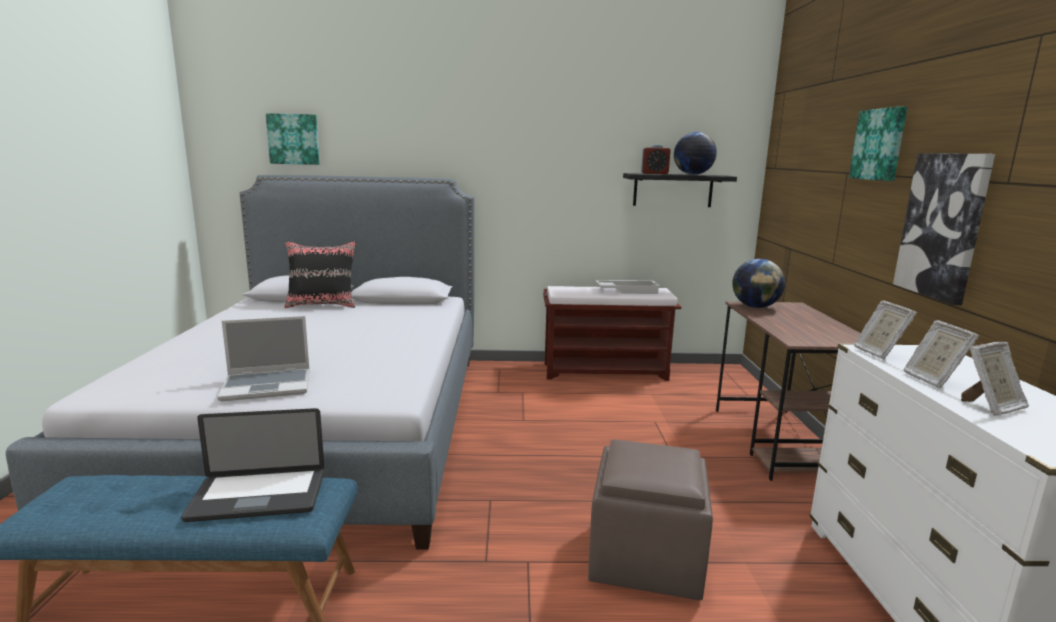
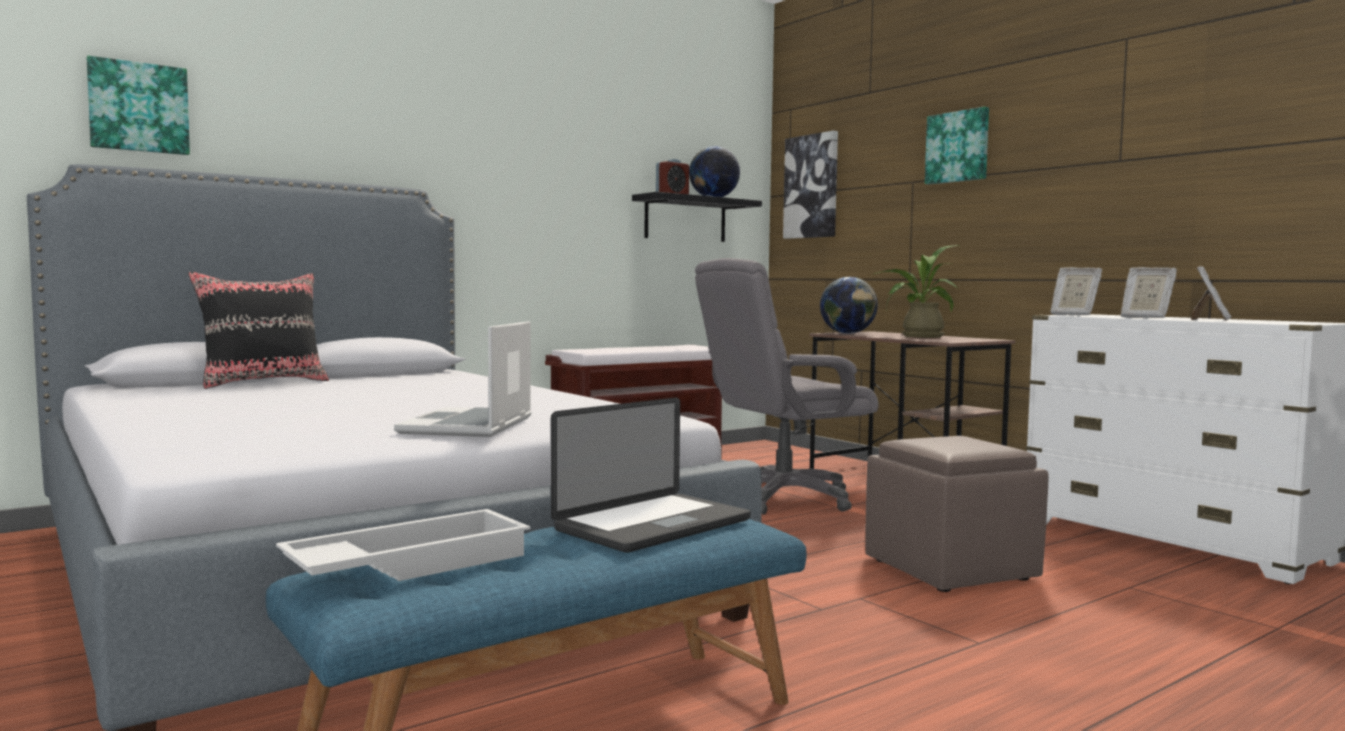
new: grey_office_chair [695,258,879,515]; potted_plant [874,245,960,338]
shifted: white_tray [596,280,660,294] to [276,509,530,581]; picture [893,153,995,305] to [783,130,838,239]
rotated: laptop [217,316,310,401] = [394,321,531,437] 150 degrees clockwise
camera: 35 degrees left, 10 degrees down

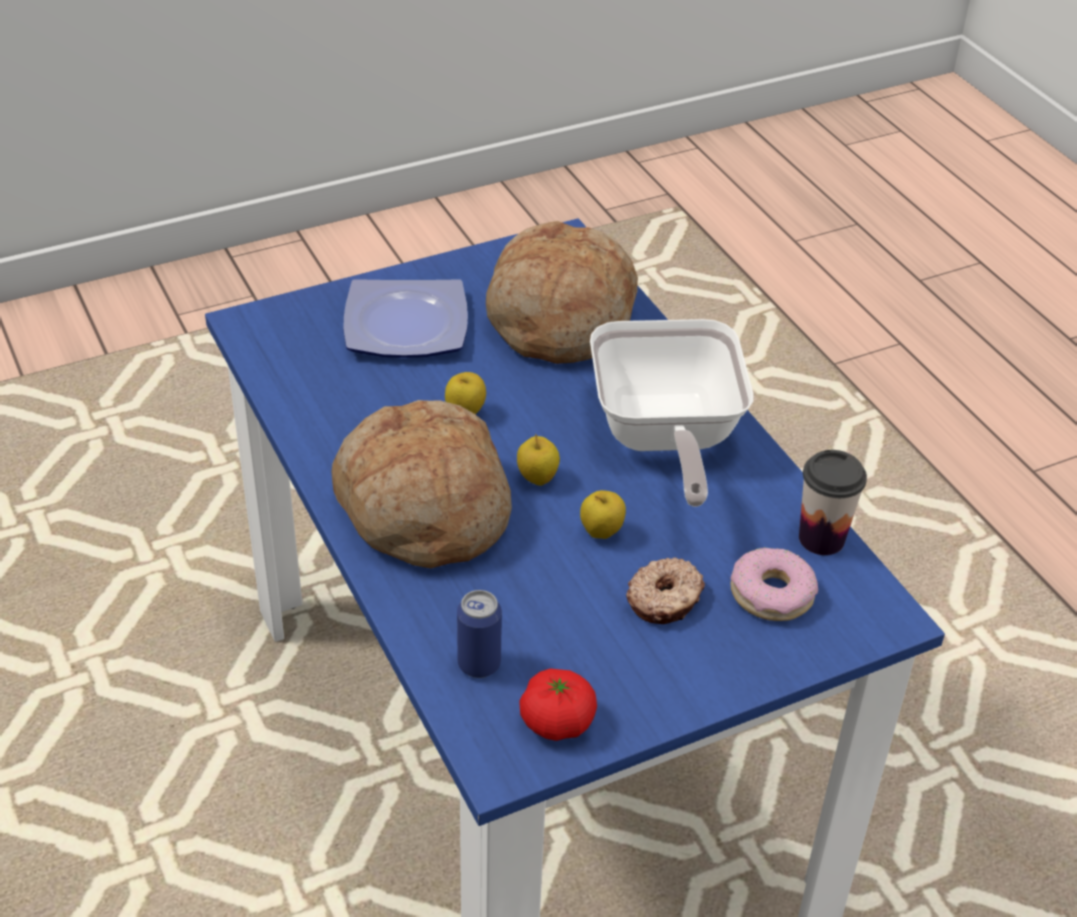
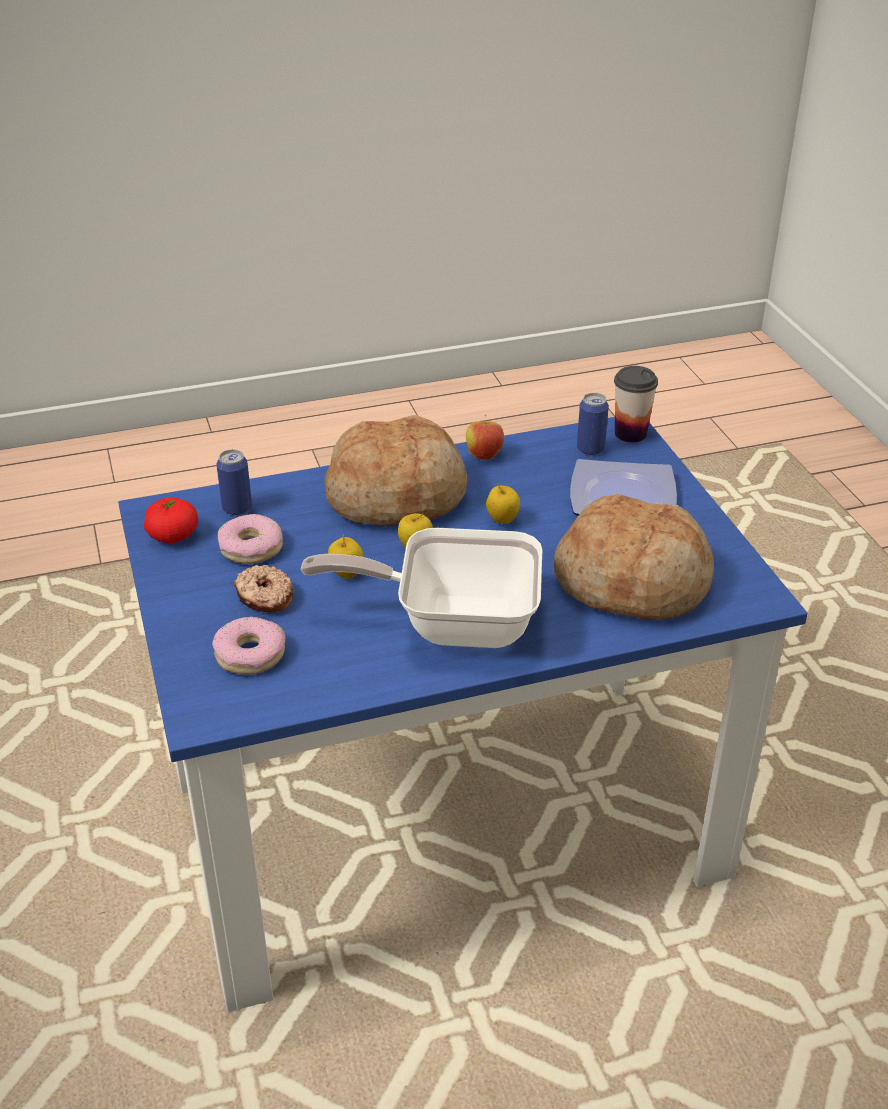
new: donut [218,514,283,564]; apple [466,414,504,461]; can [577,393,609,455]
shifted: cup [799,450,867,555] to [614,366,658,443]
camera: 100 degrees right, 5 degrees down

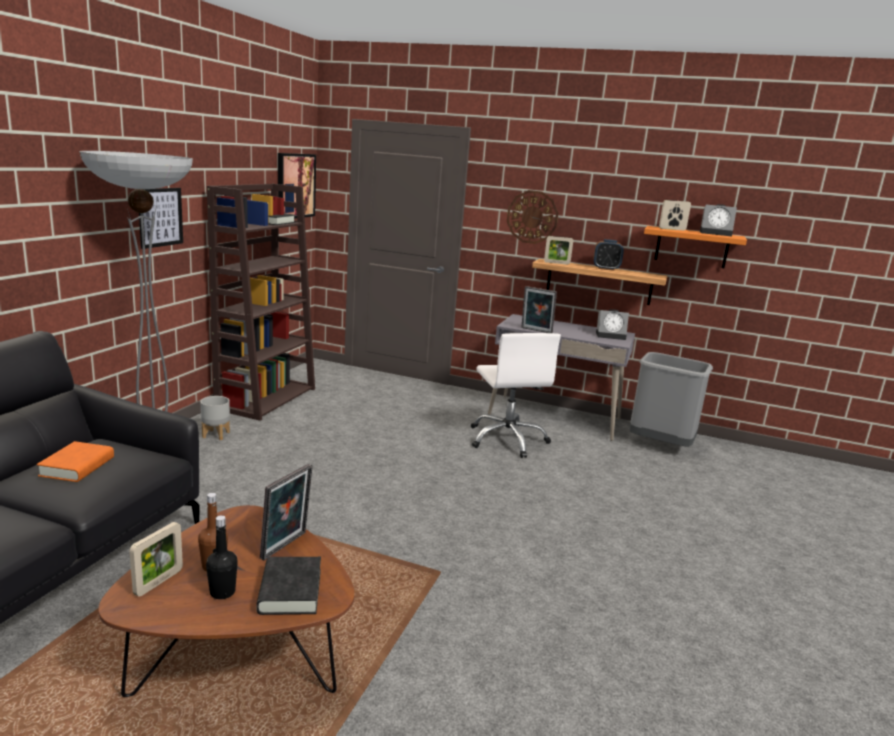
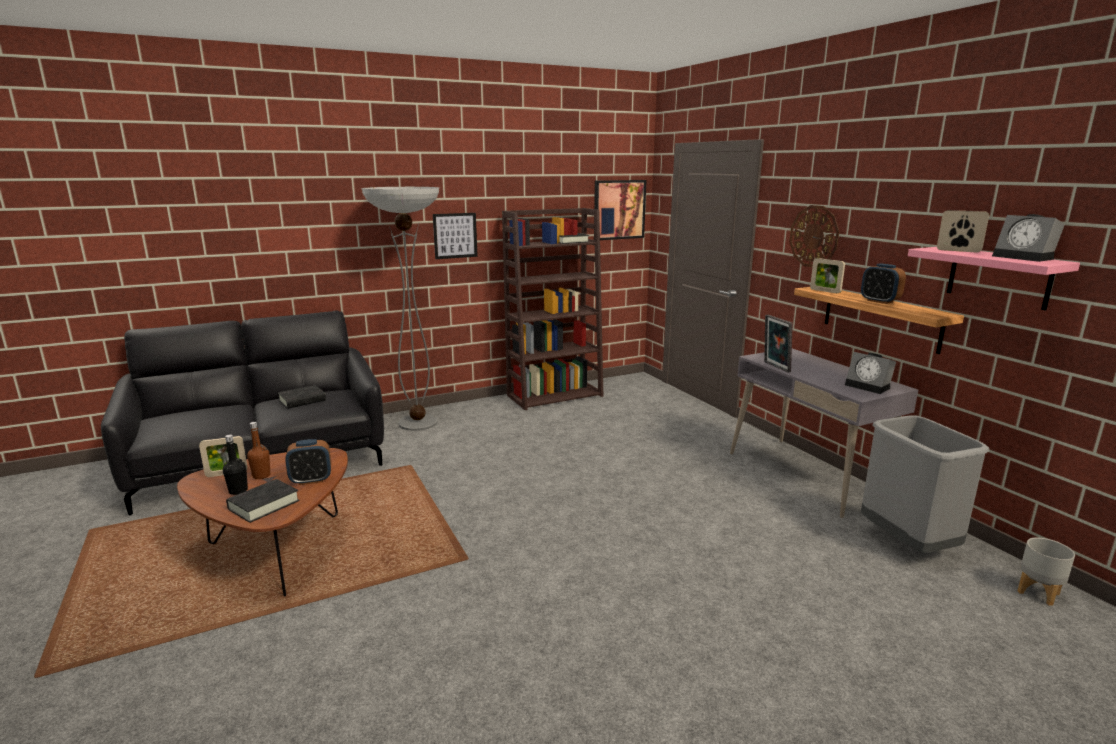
gone: white_office_chair [471,333,561,458]
shifted: grey_planter [200,396,230,440] to [1017,537,1075,606]
swapped: picture_frame [260,464,313,560] to alarm_clock [285,439,331,485]
repainted: orange_book [37,441,114,482] to black_book [278,385,326,409]; orange_shelf [644,226,747,268] to pink_shelf [908,247,1080,310]
camera: 45 degrees right, 0 degrees up

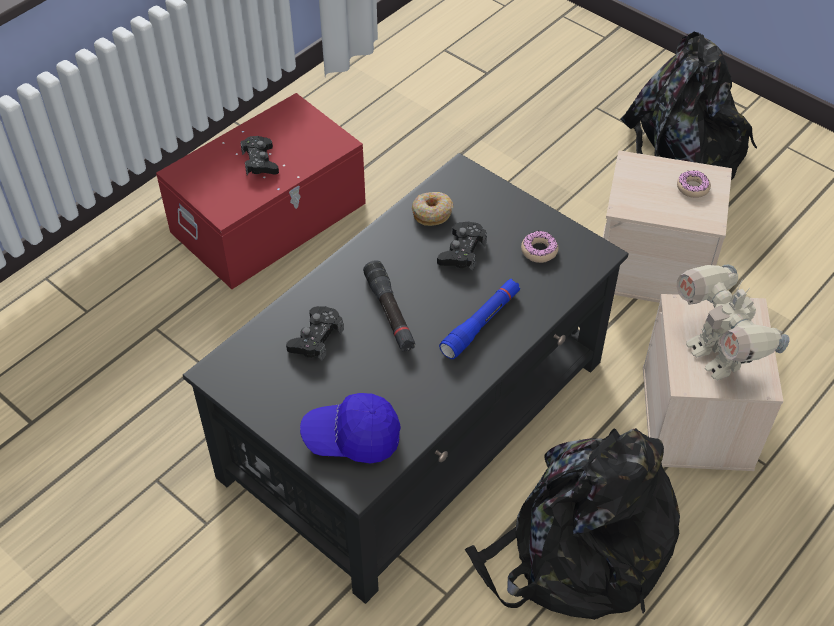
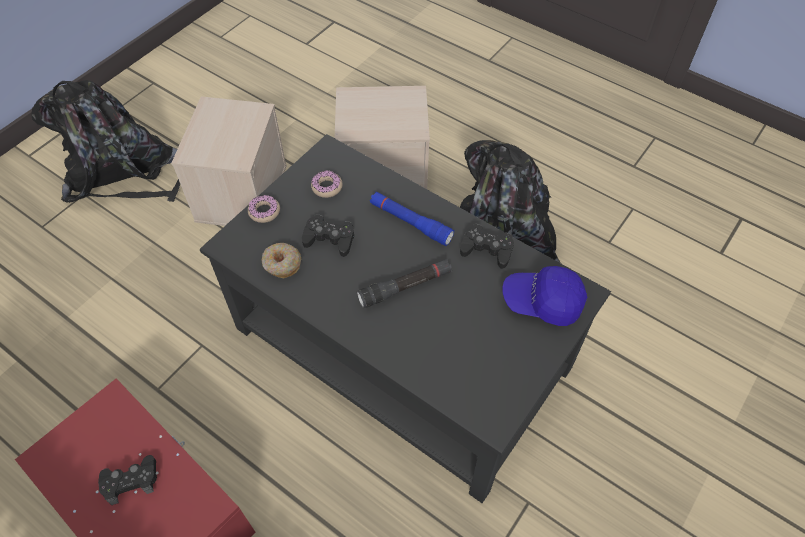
gone: toy_robot [677,264,789,380]
shifted: black_game_controller [286,306,344,361] to [460,224,514,269]; donut [677,170,711,198] to [248,195,280,223]
rotated: blue_cap [300,393,401,463] = [502,266,587,326] 105 degrees clockwise
camera: 95 degrees left, 5 degrees up

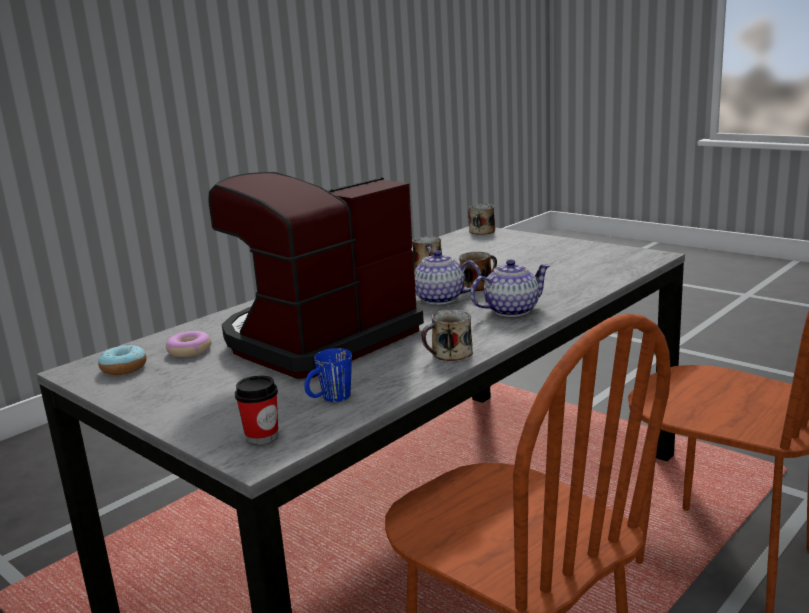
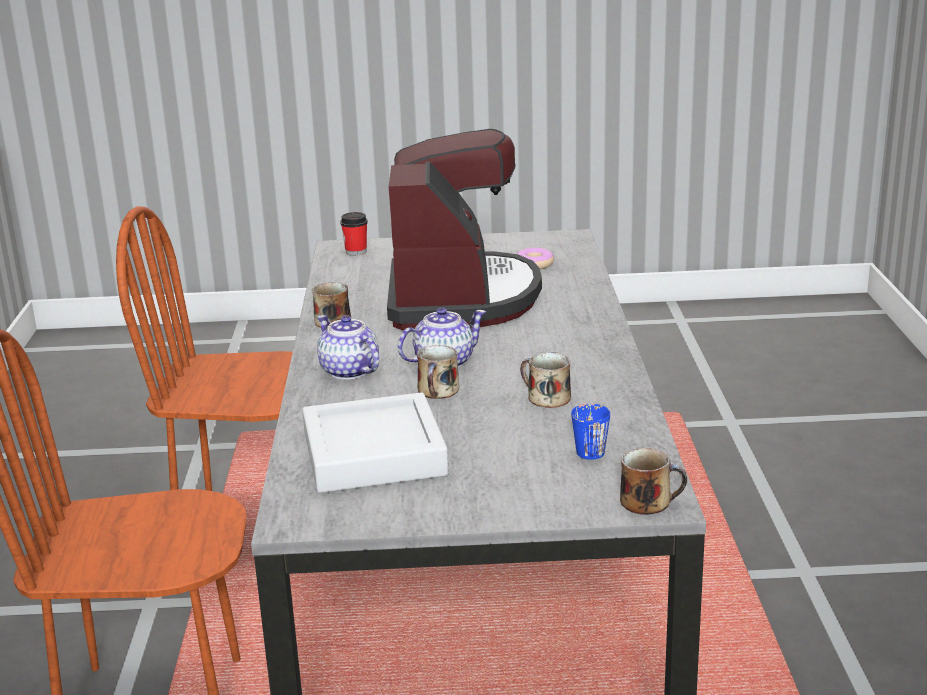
gone: donut [98,345,147,375]
new: grey_tray [302,392,449,493]
shifted: blue_mug [304,348,352,402] to [571,404,610,460]
rotated: teapot [471,259,550,317] = [317,315,379,380] 120 degrees clockwise
camera: 135 degrees right, 5 degrees up

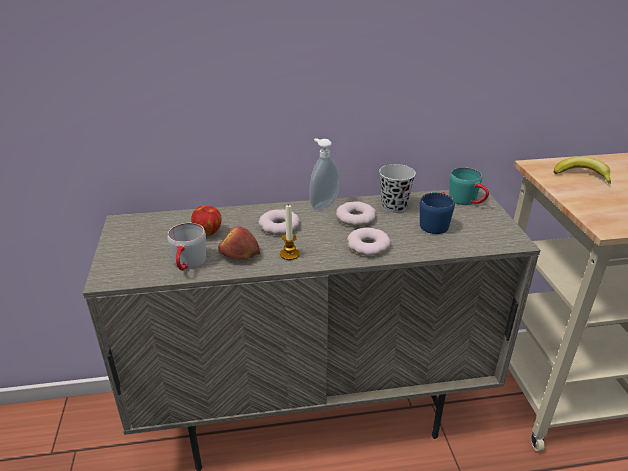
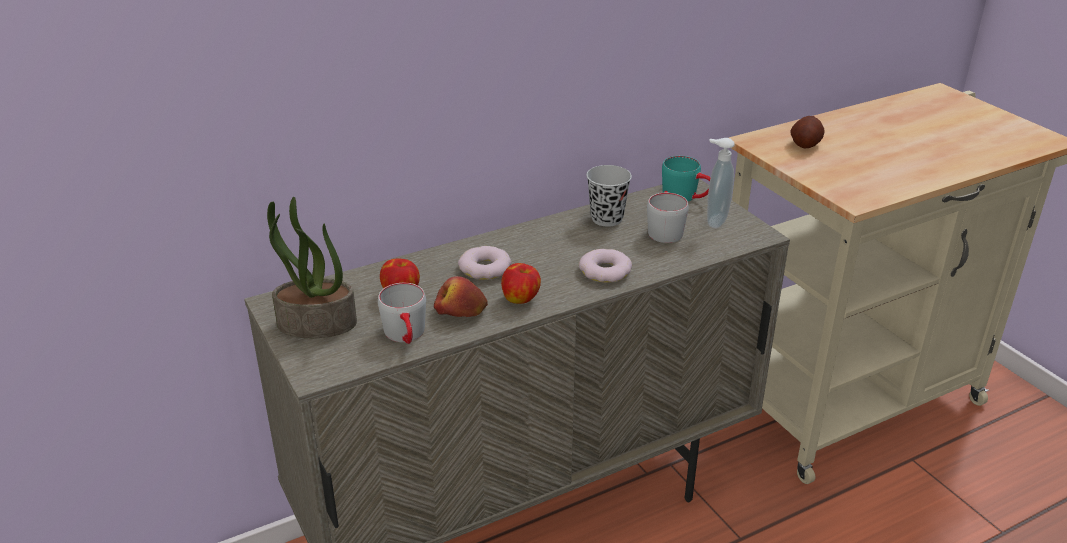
gone: donut [336,201,376,226]
new: potted_plant [267,197,357,338]
shifted: soap_dispenser [309,138,339,211] to [707,138,735,228]
swapped: candle [280,204,300,260] to apple [501,263,541,304]; banana [554,157,611,184] to potato [790,116,825,148]
repainted: blue_mug [420,192,455,234] to grey_mug [647,191,689,243]
camera: 20 degrees left, 0 degrees up

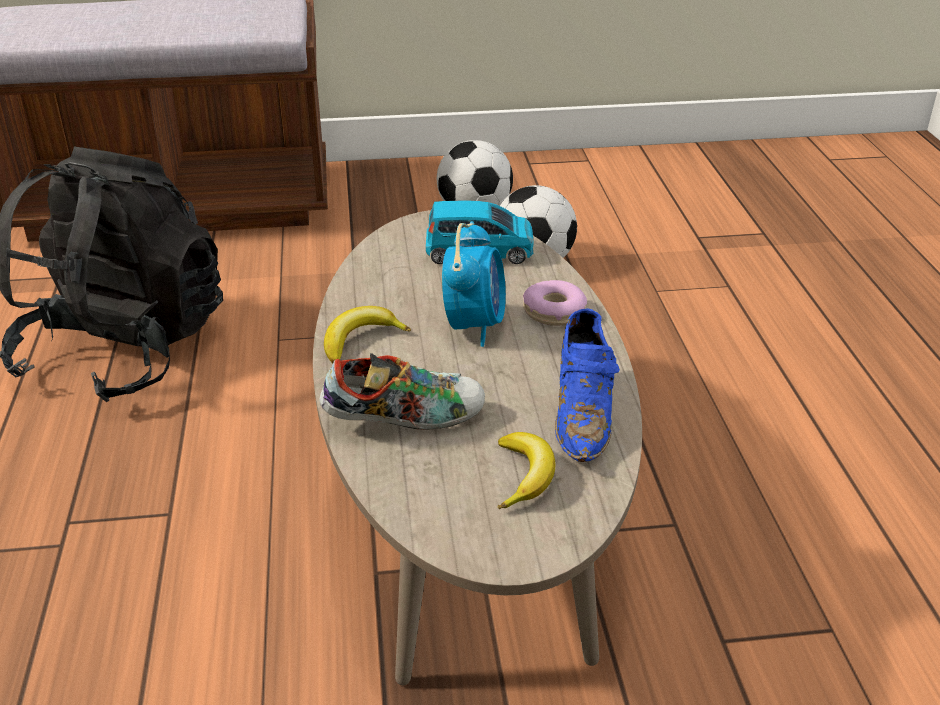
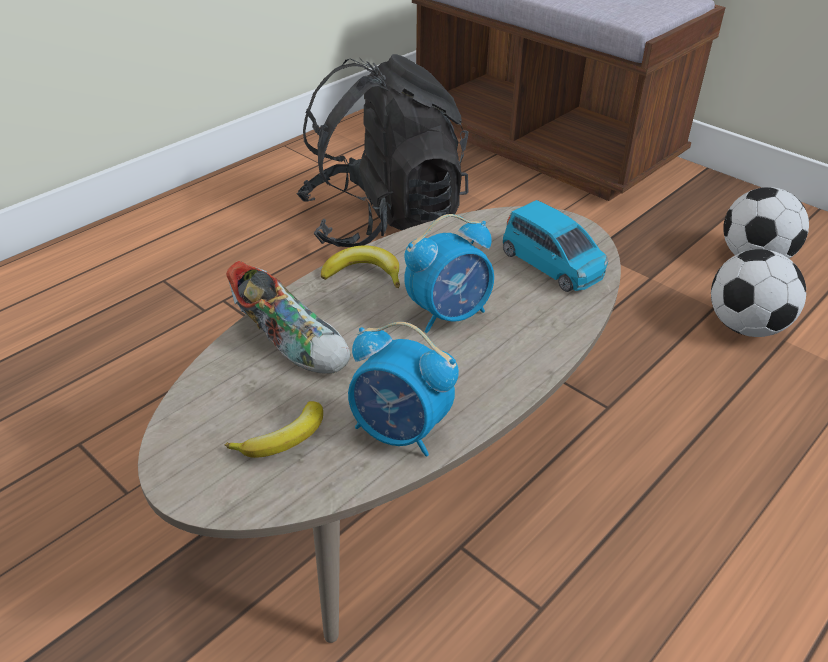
gone: donut [523,280,587,326]
swapped: blue_shoe [555,308,620,462] to alarm_clock [348,322,459,456]
camera: 50 degrees right, 5 degrees up

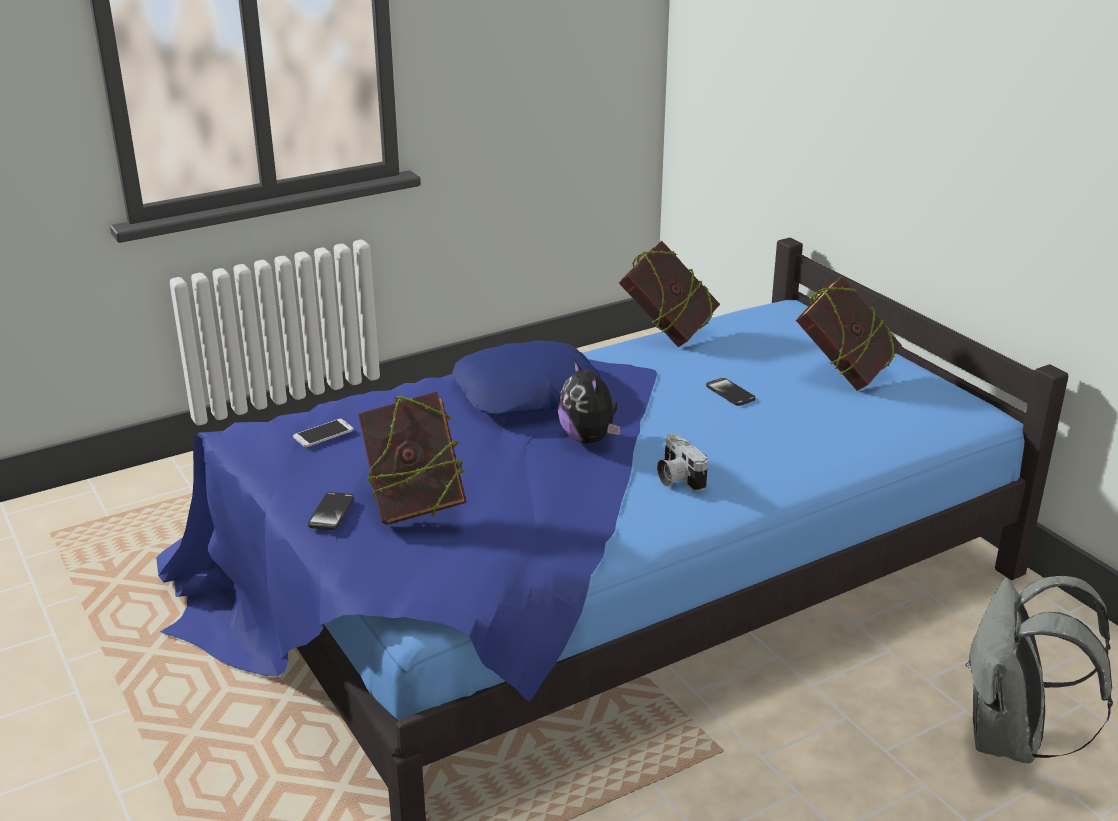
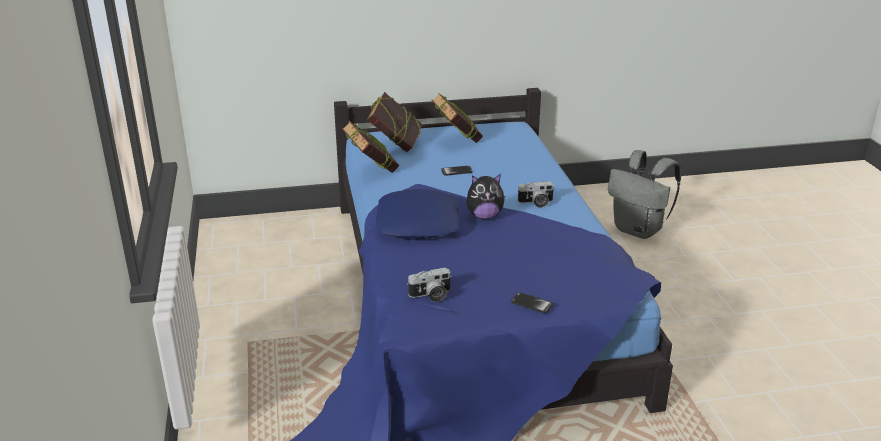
shifted: book [358,392,467,525] to [367,92,423,153]
swapped: phone [293,419,354,447] to photo_camera [407,267,452,302]
camera: 70 degrees left, 0 degrees up

